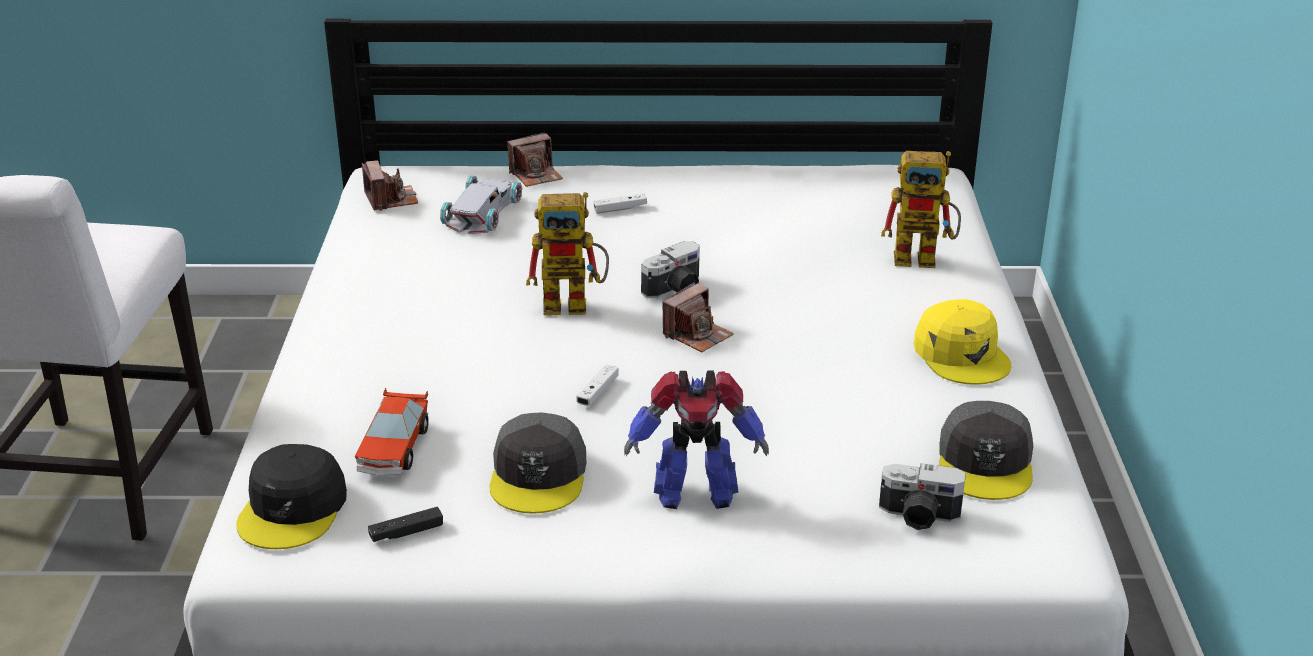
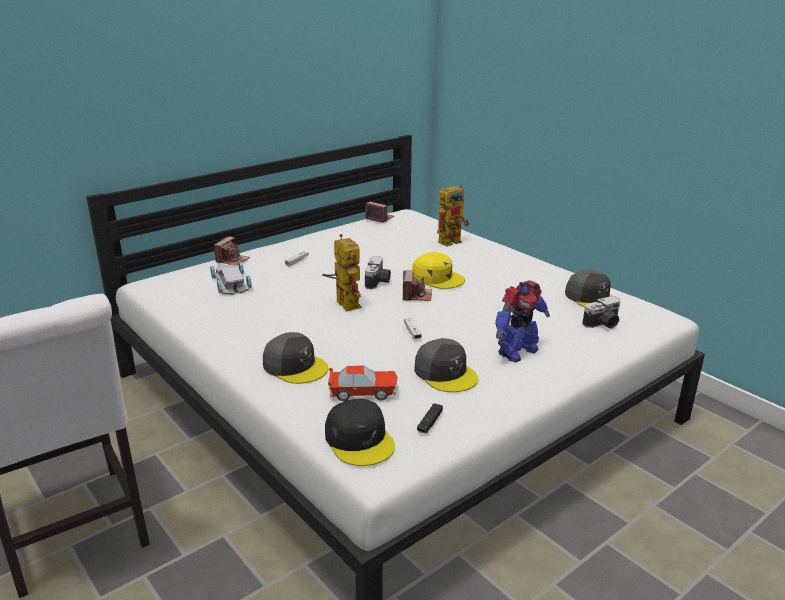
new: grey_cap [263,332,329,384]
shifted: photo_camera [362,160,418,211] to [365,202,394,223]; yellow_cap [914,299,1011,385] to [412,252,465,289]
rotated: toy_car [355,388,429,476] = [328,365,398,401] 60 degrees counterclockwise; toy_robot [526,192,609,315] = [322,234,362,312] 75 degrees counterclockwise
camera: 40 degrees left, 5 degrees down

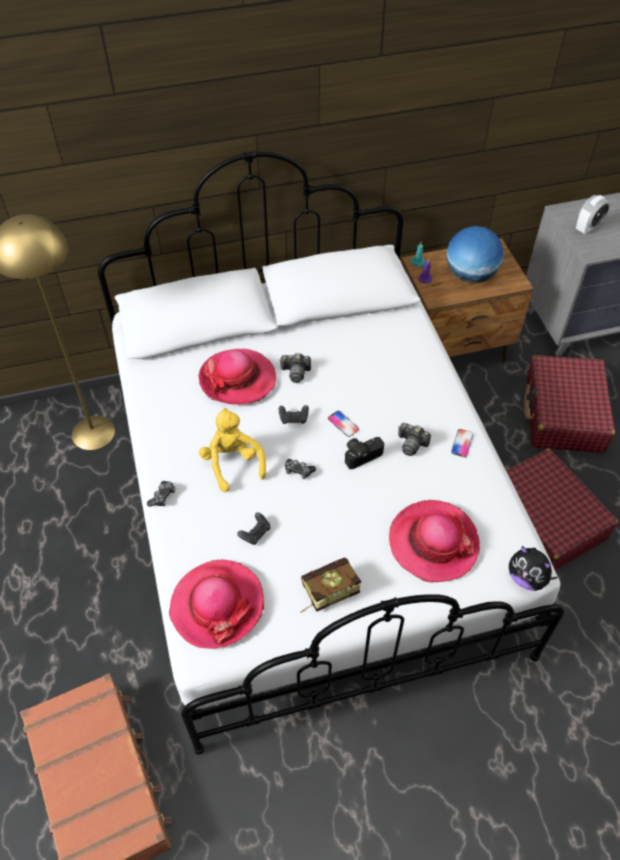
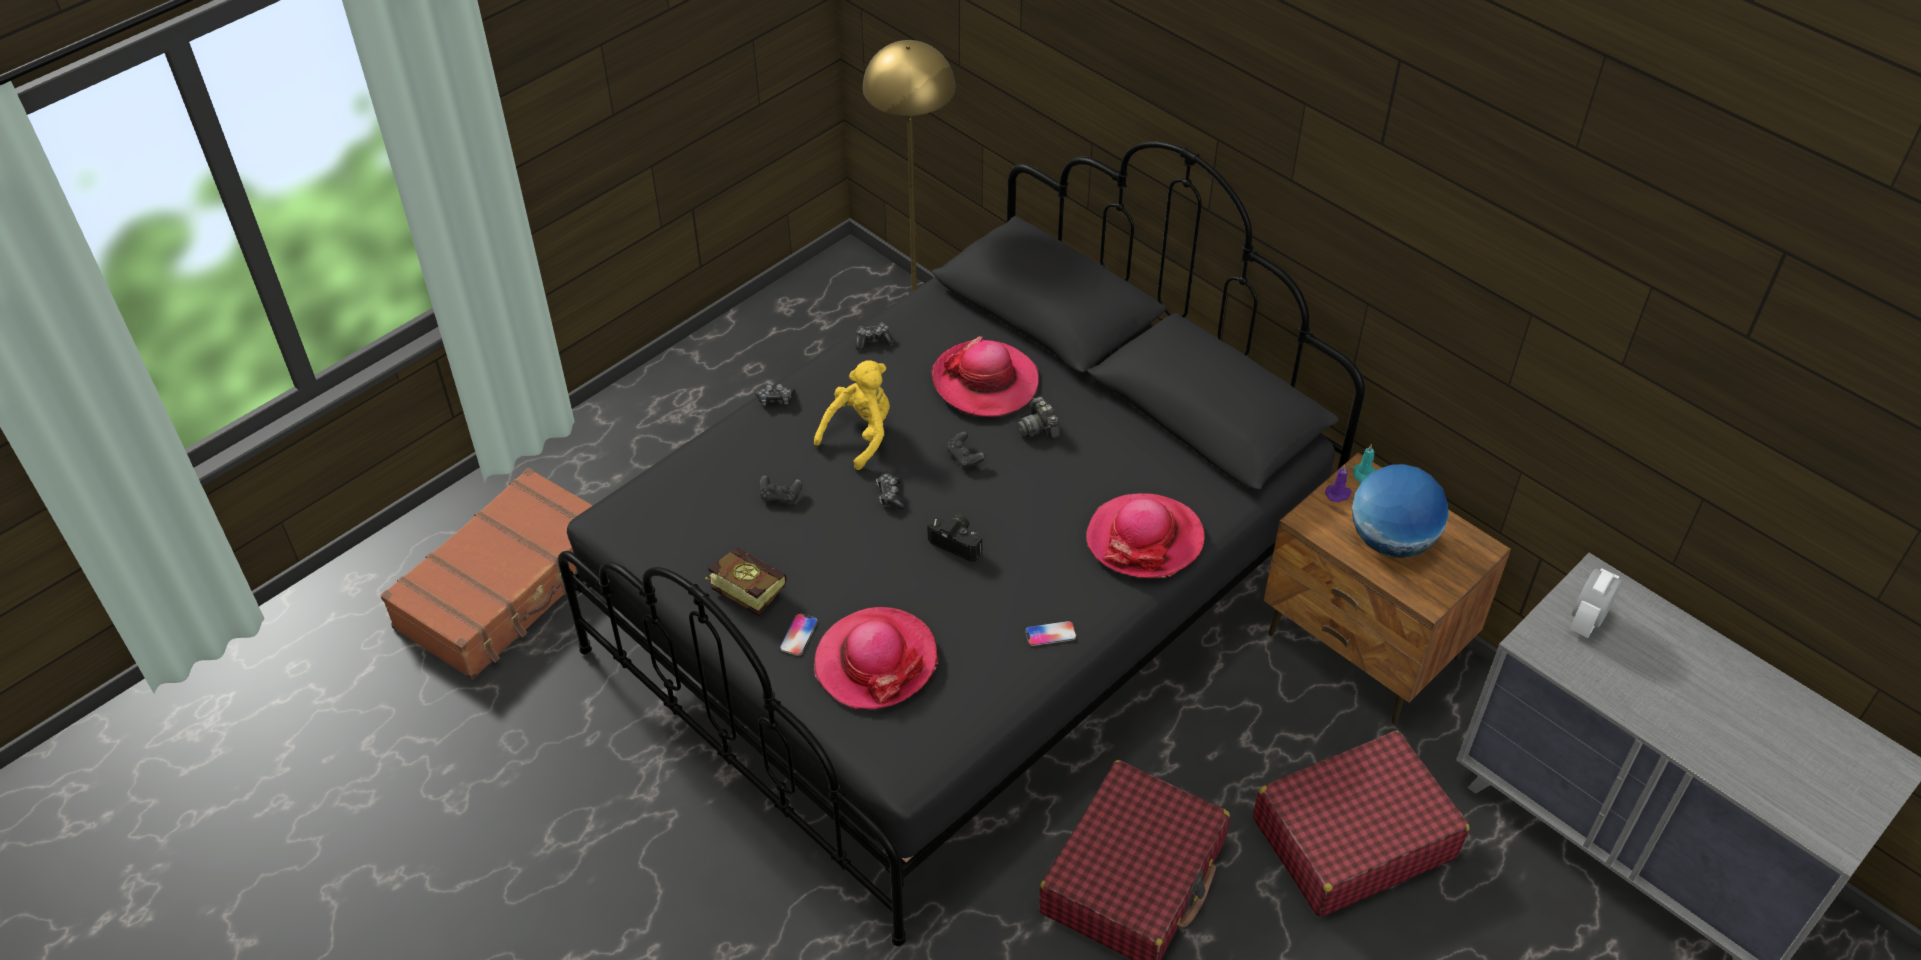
gone: photo_camera [398,423,431,456]; plush_toy [509,546,557,591]
new: game_controller [856,323,895,350]
shifted: hat [169,560,264,649] to [1086,493,1205,578]; phone [328,411,359,437] to [780,613,818,656]
repainted: white_bed [98,151,564,755] to black_bed [558,141,1365,946]
rotated: alarm_clock [576,195,610,235] = [1570,568,1622,638] 105 degrees clockwise
camera: 60 degrees right, 5 degrees down

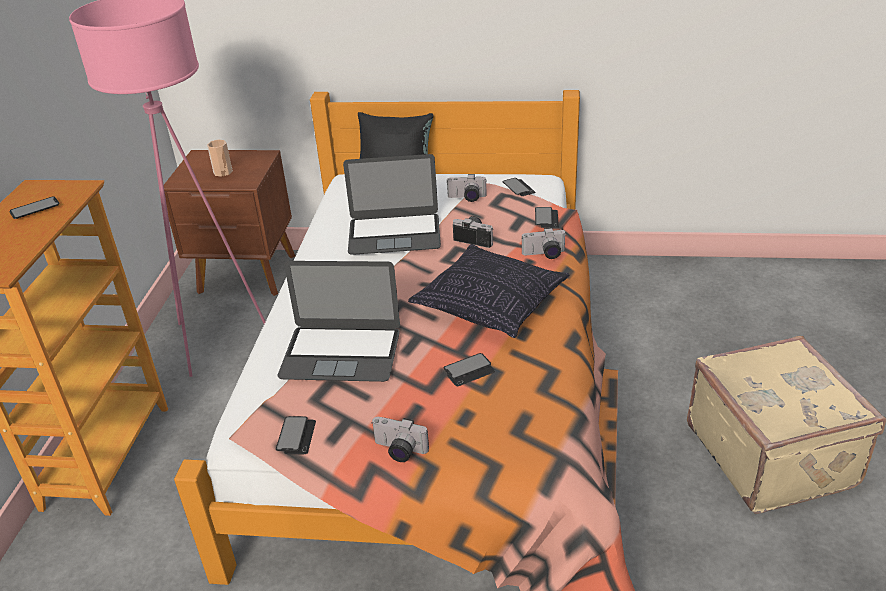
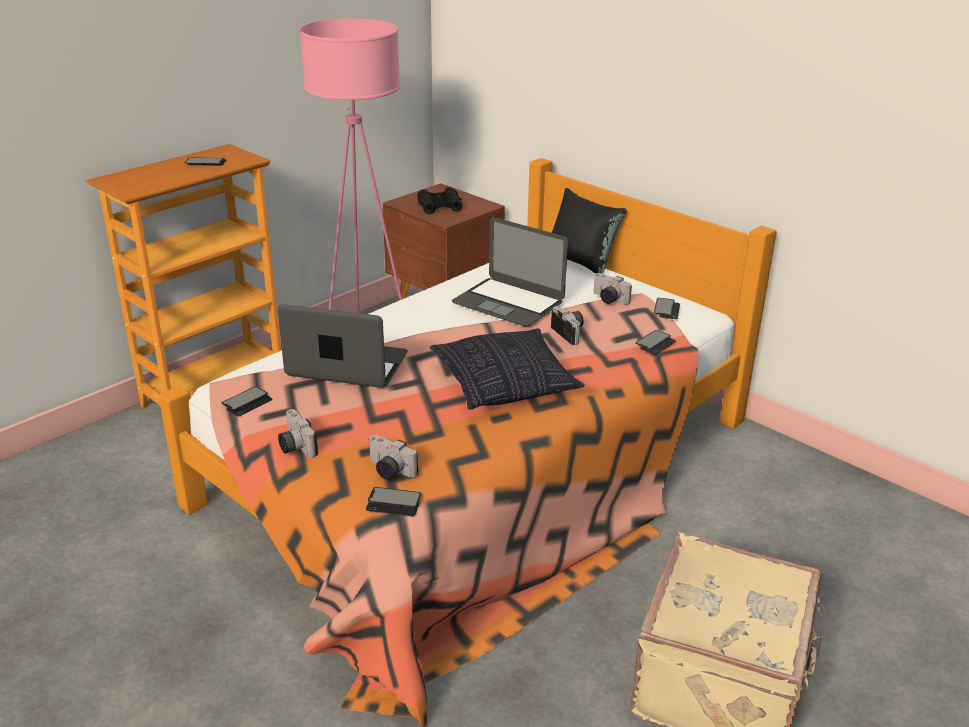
shifted: phone [444,353,495,386] to [366,487,421,516]; photo_camera [521,228,566,259] to [369,435,418,480]
swapped: cup [207,139,233,177] to black_binoculars [417,187,462,214]
rotated: laptop [278,261,400,382] = [277,304,408,388] 150 degrees clockwise
camera: 35 degrees right, 5 degrees down

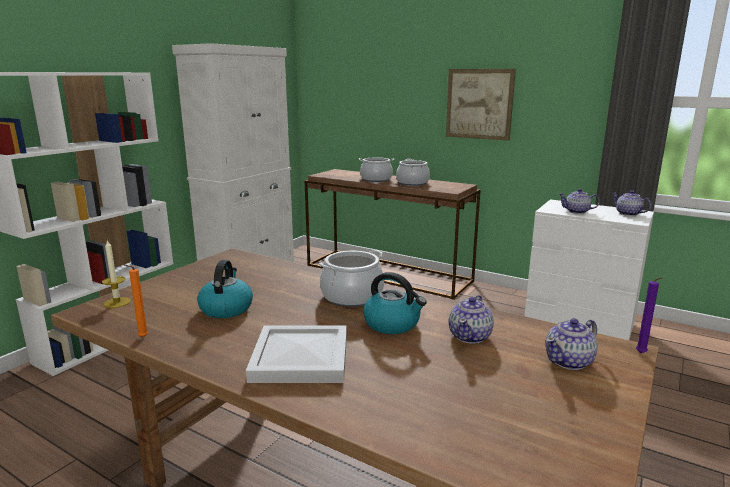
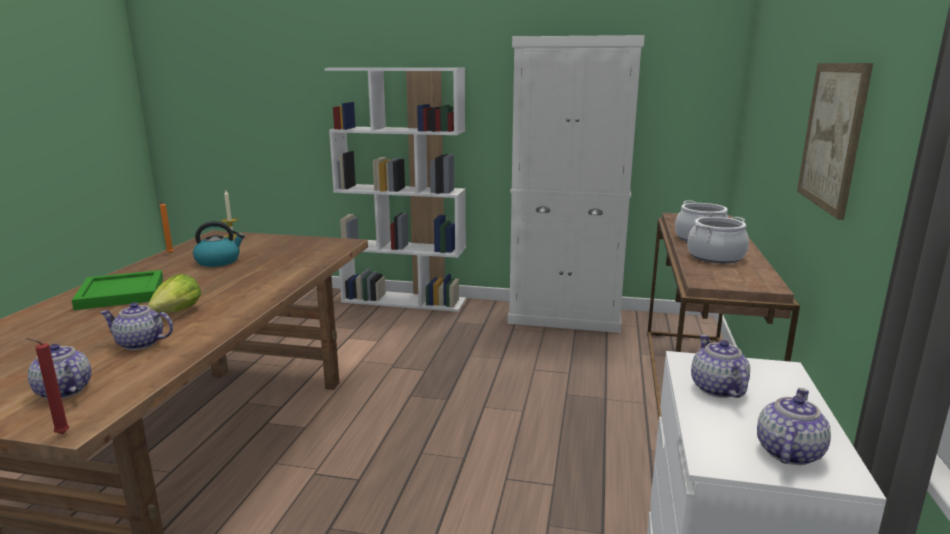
gone: cooking_pot [319,250,384,307]
swapped: kettle [363,272,427,334] to lettuce [148,274,201,313]
repainted: white_tray [246,325,347,383] to green_tray [72,270,163,310]; purple_candle [636,277,663,353] to red_candle [25,338,70,434]
camera: 70 degrees right, 0 degrees up

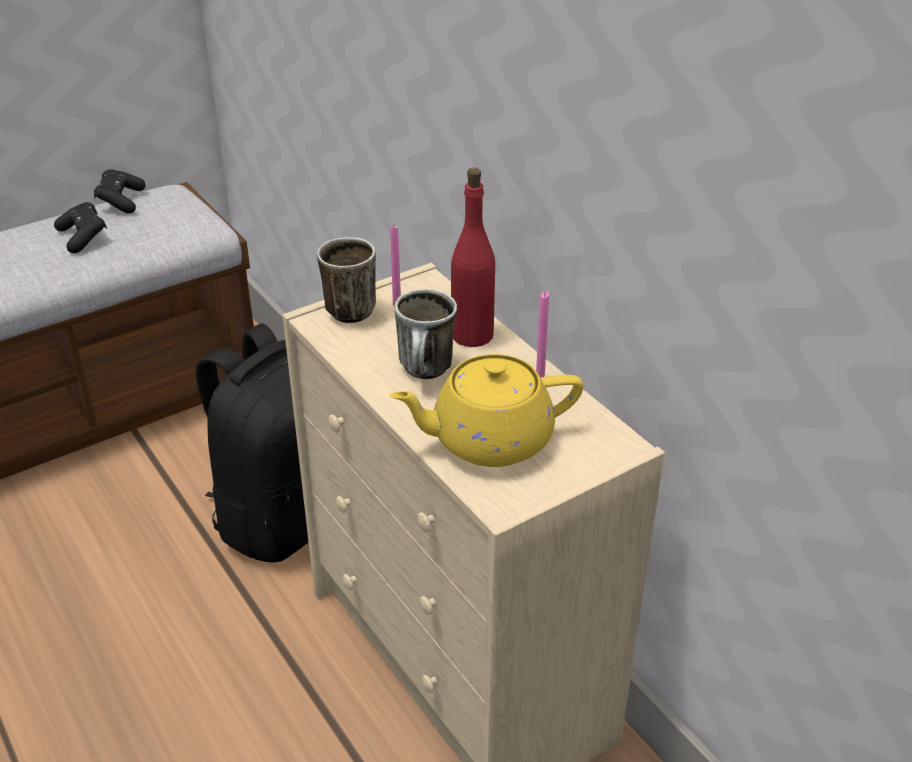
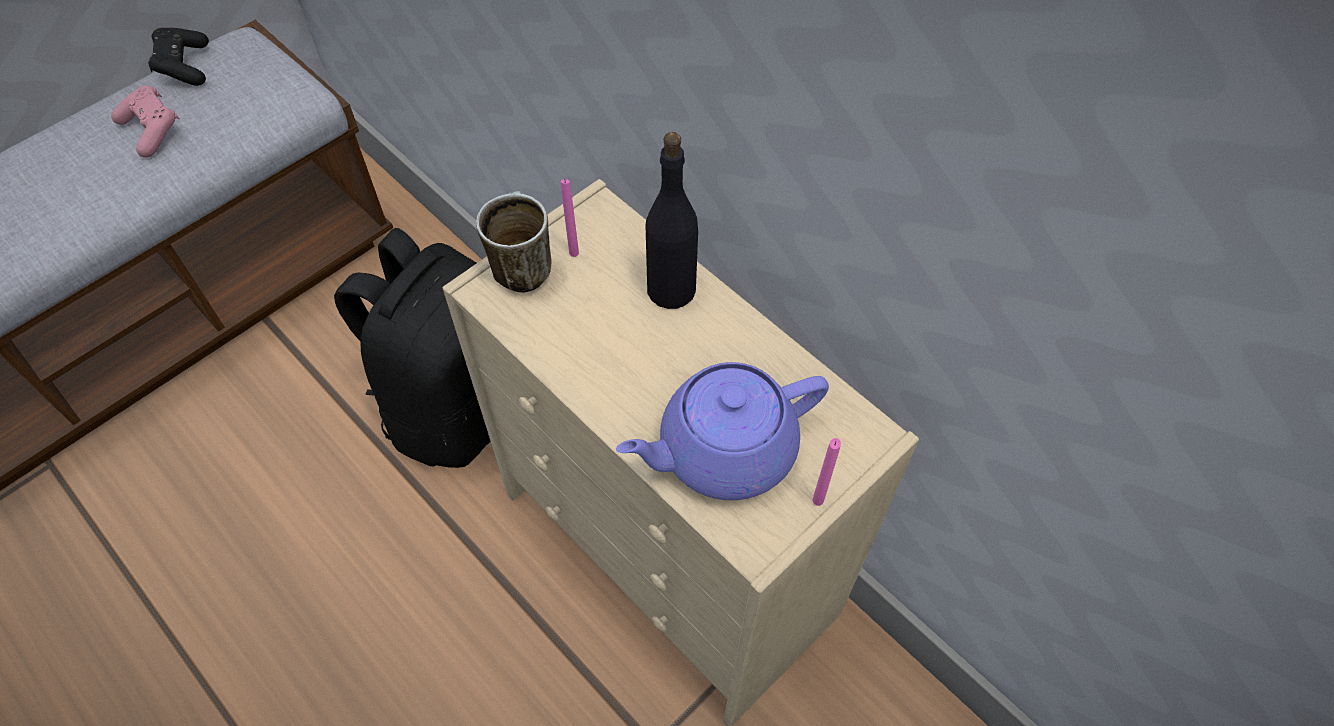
gone: mug [395,289,457,379]
shifted: pink_candle [536,291,549,378] to [813,438,841,506]
repainted: black_game_controller [54,202,107,253] to pink_game_controller [111,85,180,158]; yellow_teapot [389,354,583,467] to purple_teapot [616,362,829,500]; red_bottle [451,168,495,347] to black_bottle [646,132,698,309]
camera: 10 degrees left, 20 degrees up

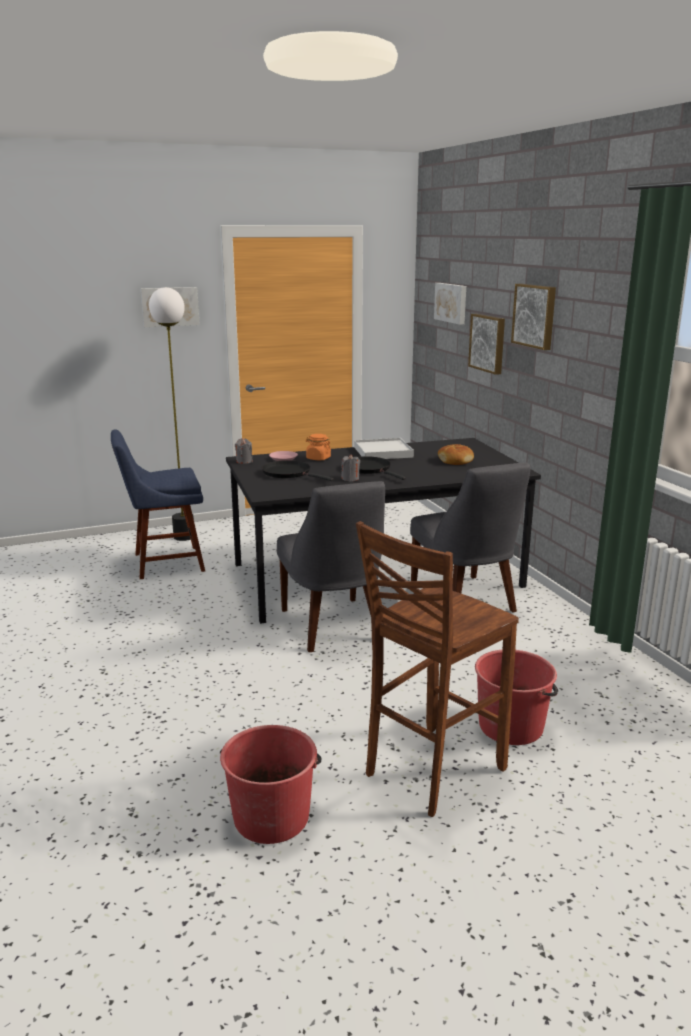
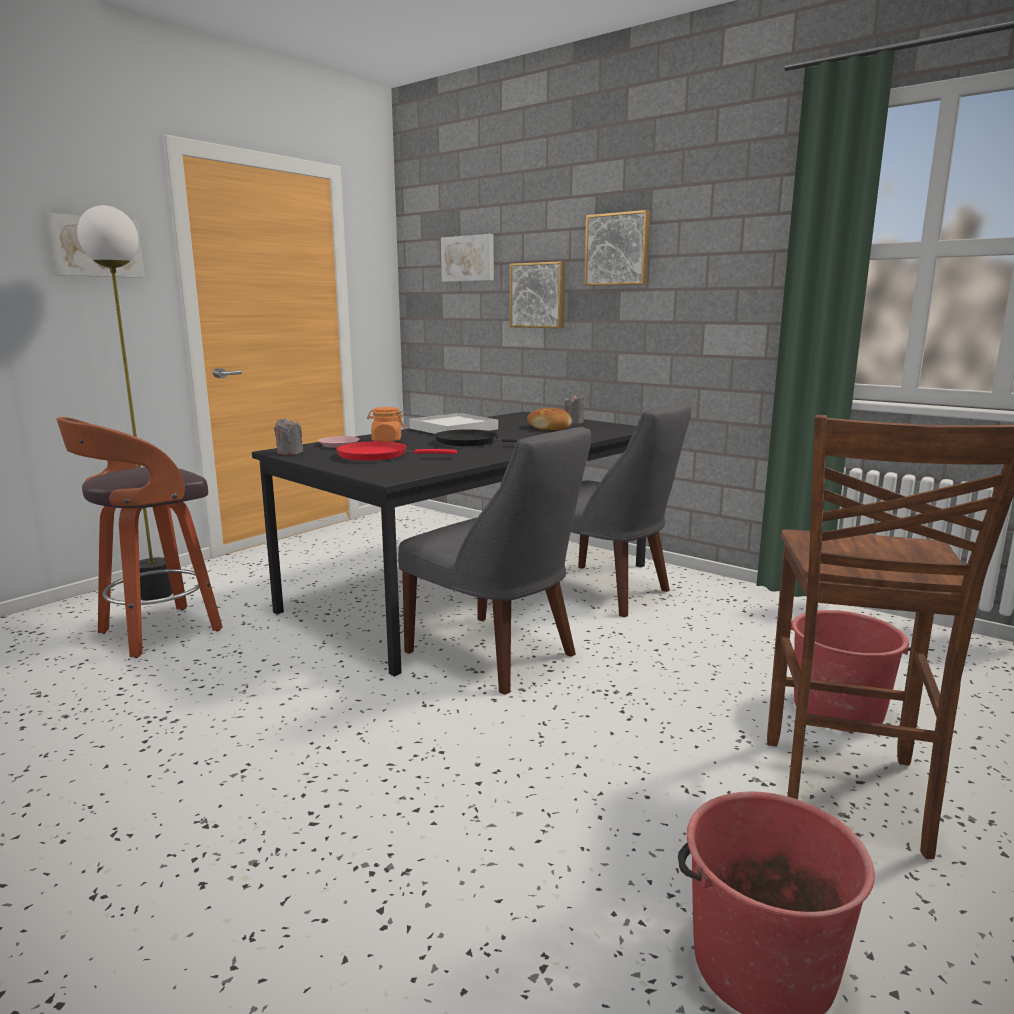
shifted: grey_candle [341,454,360,481] to [564,394,584,423]
swapped: blue_chair [111,429,205,579] to stool [56,417,223,658]
repainted: black_frying_pan [262,460,334,481] to red_frying_pan [336,441,457,461]
camera: 30 degrees left, 5 degrees down

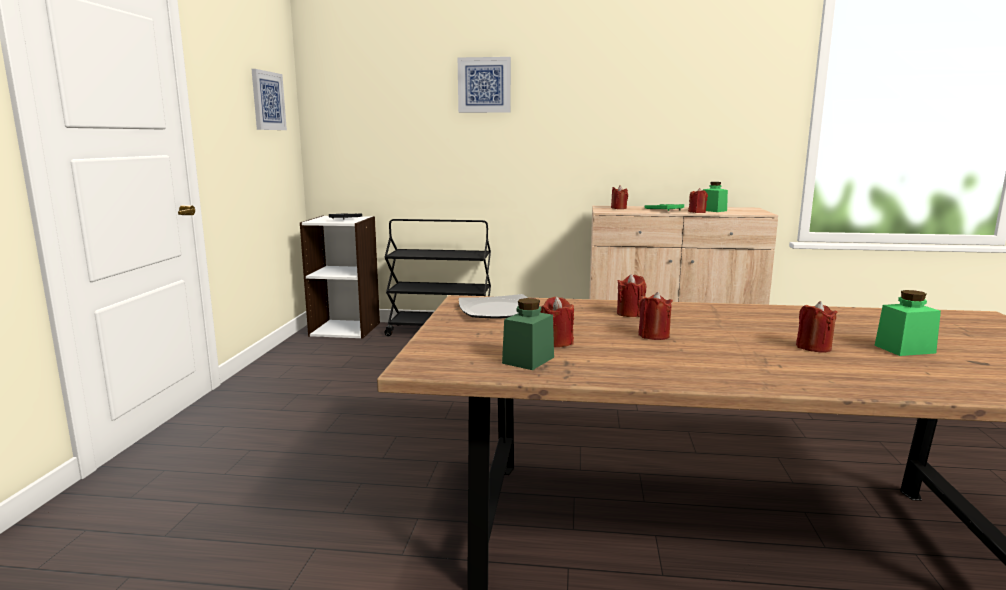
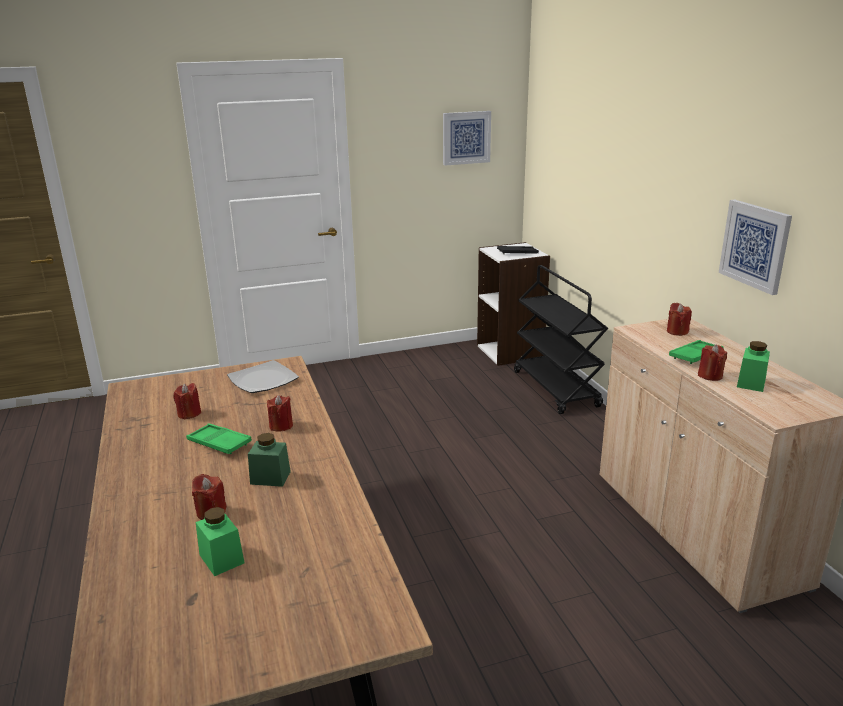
shifted: picture [458,57,511,113] to [719,199,792,295]; green_jar [502,298,554,370] to [248,433,291,487]
swapped: red_candle [638,292,673,340] to green_tray [186,424,252,454]
camera: 65 degrees right, 10 degrees up

